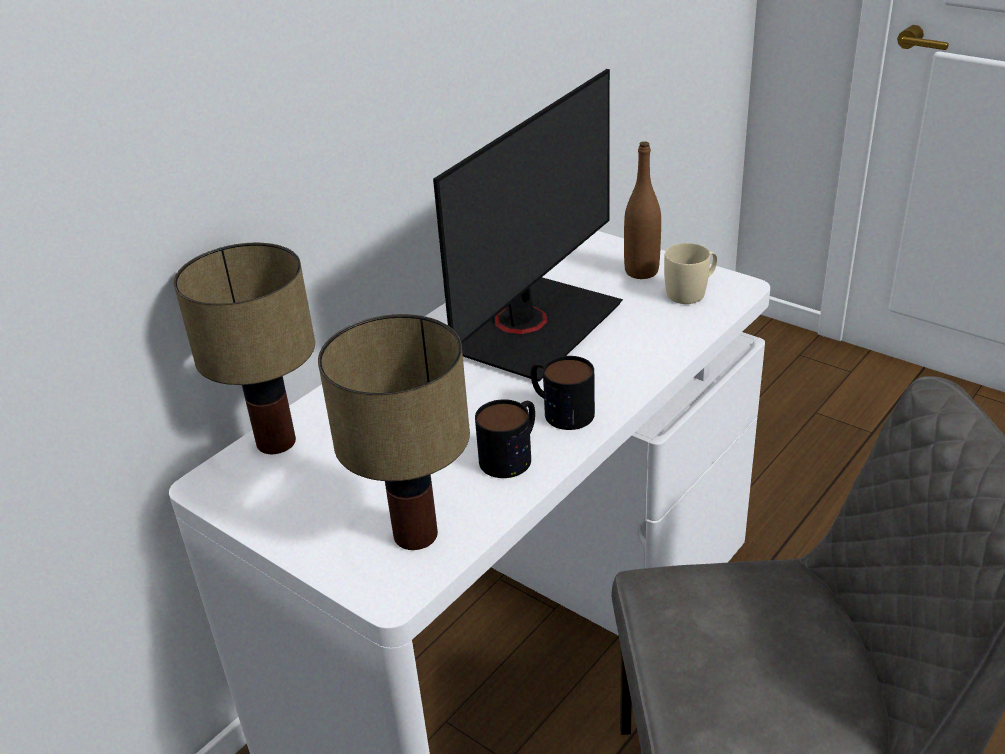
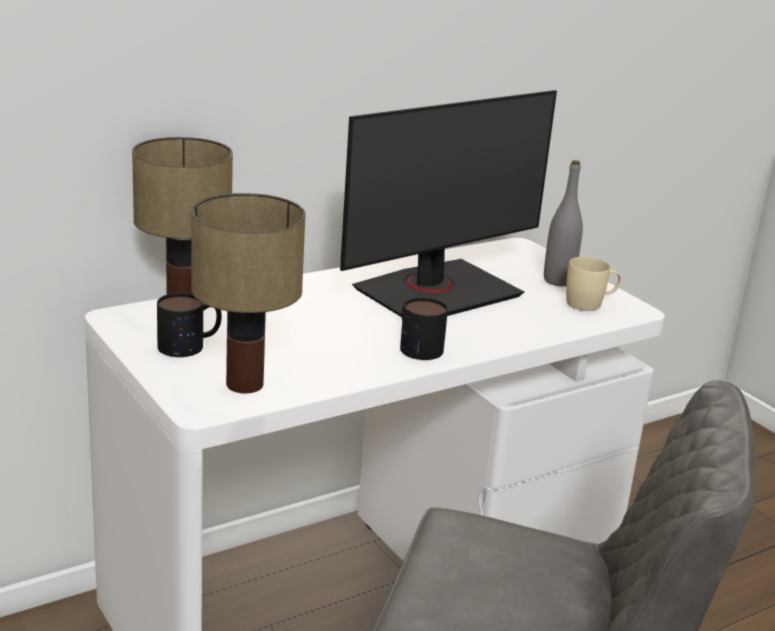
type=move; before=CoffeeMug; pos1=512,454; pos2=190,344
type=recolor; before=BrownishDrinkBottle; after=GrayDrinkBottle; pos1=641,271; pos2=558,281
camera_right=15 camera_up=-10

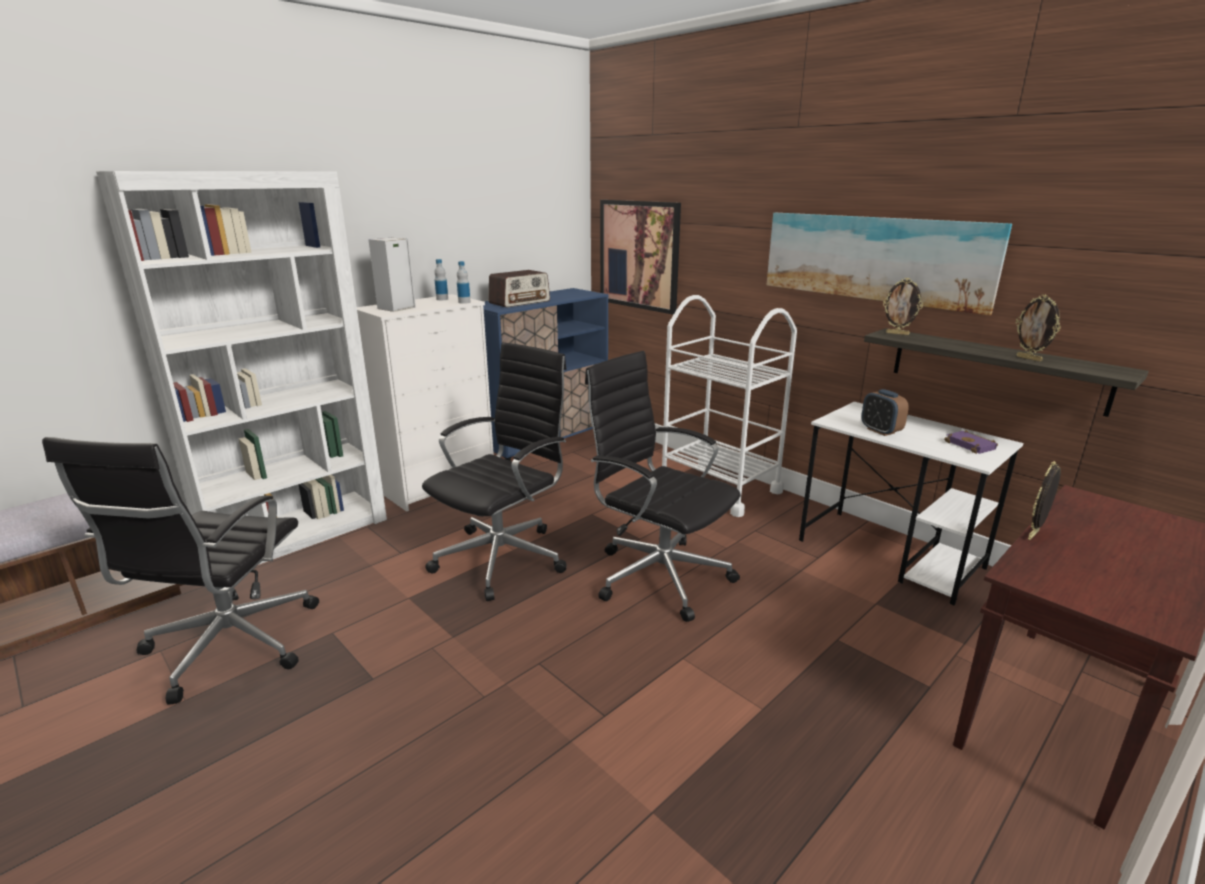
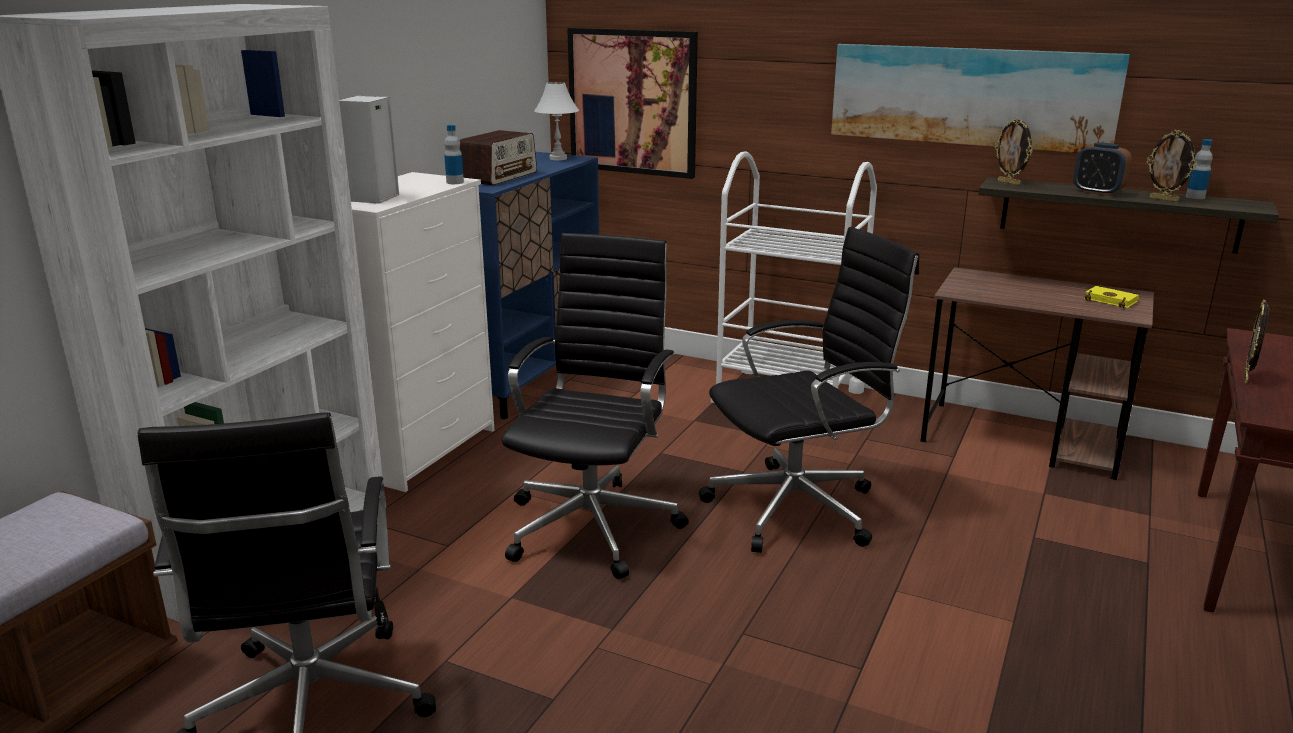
type=move; before=DrinkBottle; pos1=442,299; pos2=1195,197
type=rotate; before=BlackishDeskChair; pos1=658,575; pos2=798,508; turn=135
type=recolor; before=WhitishDesk; after=BrownishDesk; pos1=890,554; pos2=1023,439
type=move; before=BedsideClock; pos1=880,431; pos2=1097,192
type=rotate; before=StandingFrame; pos1=897,333; pos2=1009,182; turn=45
type=recolor; before=PurpleColouredBook; after=YellowColouredBook; pos1=972,446; pos2=1112,301
type=insert; after=WhitishLampForATable; pos2=558,158
camera_right=-20 camera_up=0

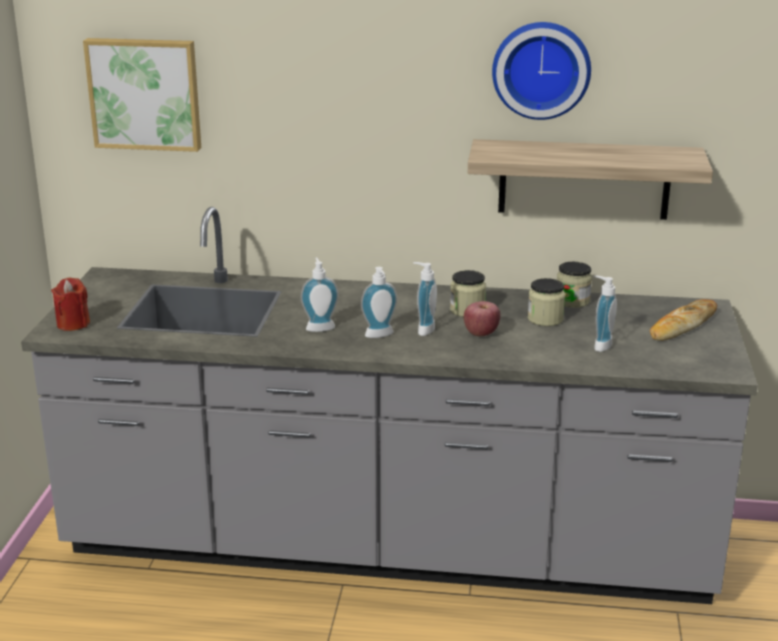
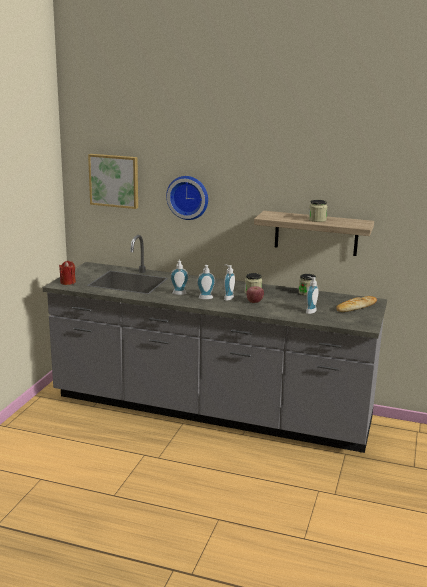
type=move; before=WallClock; pos1=541,69; pos2=188,197
type=move; before=PreserveJar; pos1=545,319; pos2=317,220
camera_right=10 camera_up=-5

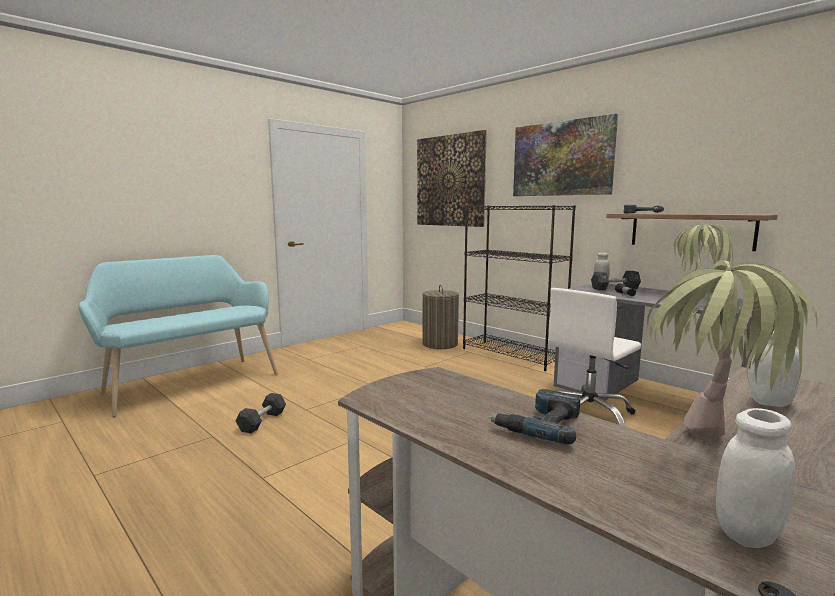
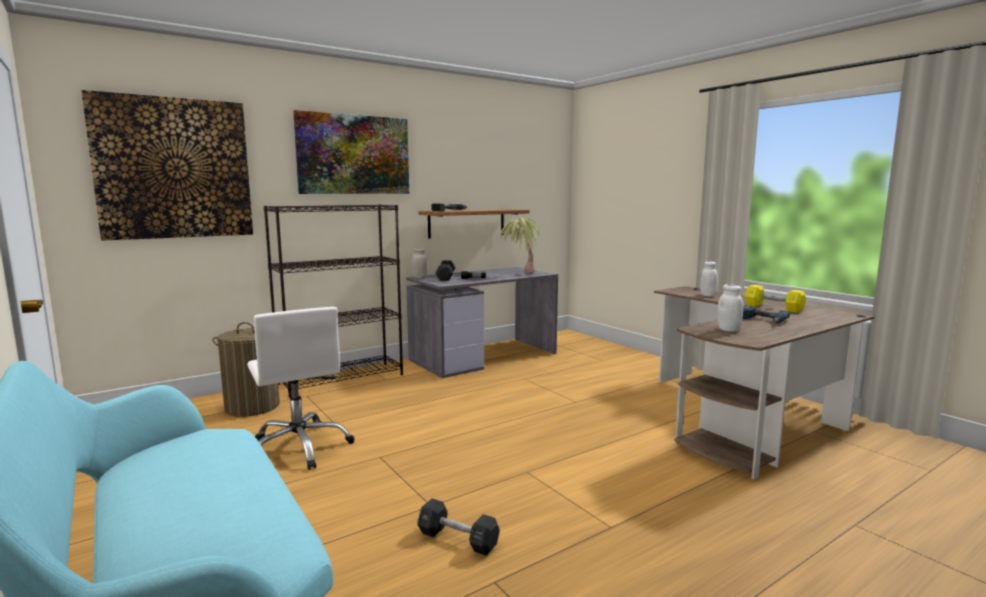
type=move; before=WhitishDeskChair; pos1=588,415; pos2=299,447
type=replace; before=Houseplant; after=YellowColouredDumbbell; pos1=709,454; pos2=773,308
type=move; before=WhitishPreserveJar; pos1=747,534; pos2=728,330
camera_right=-80 camera_up=0

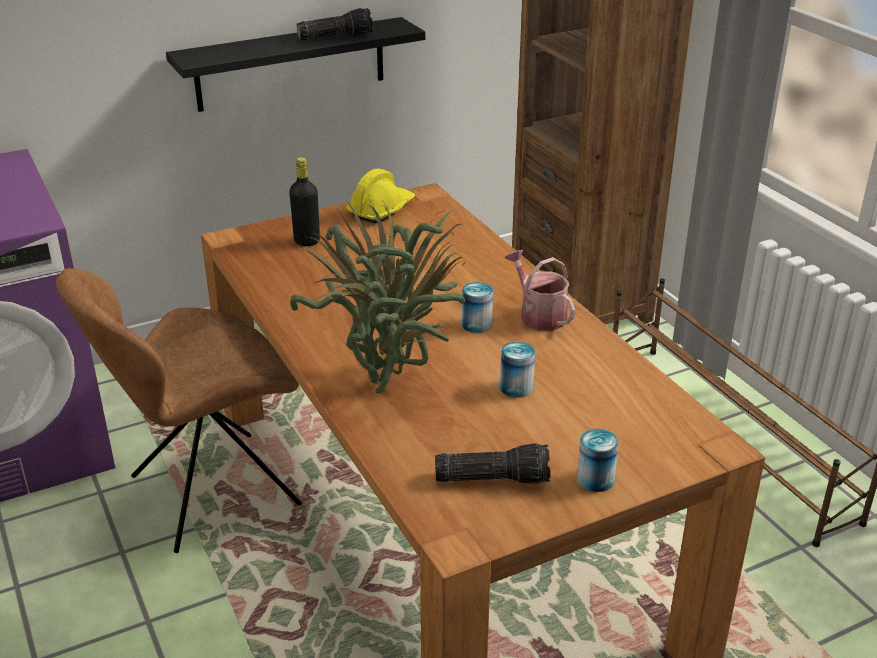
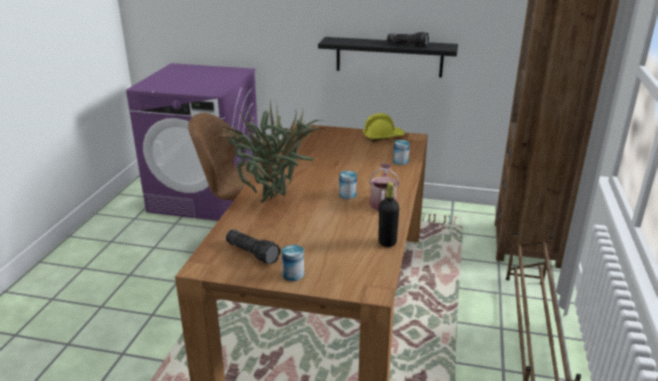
type=move; before=BlackishDrinkBottle; pos1=307,241; pos2=387,242
type=move; before=MetalCan; pos1=516,387; pos2=400,161
camera_right=40 camera_up=-5

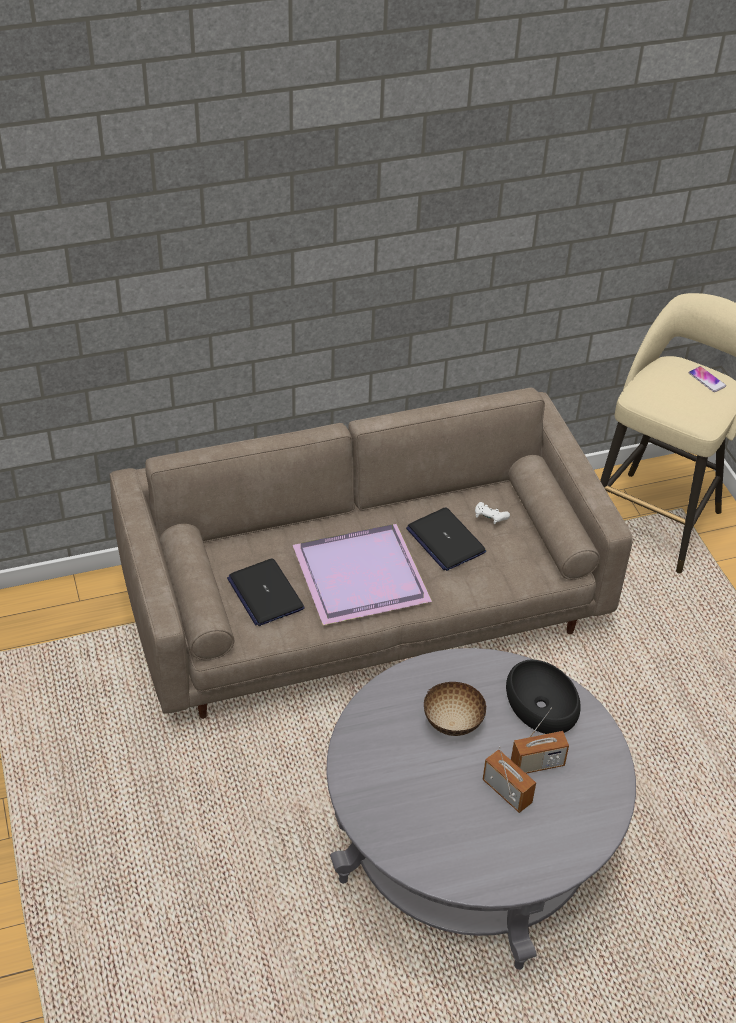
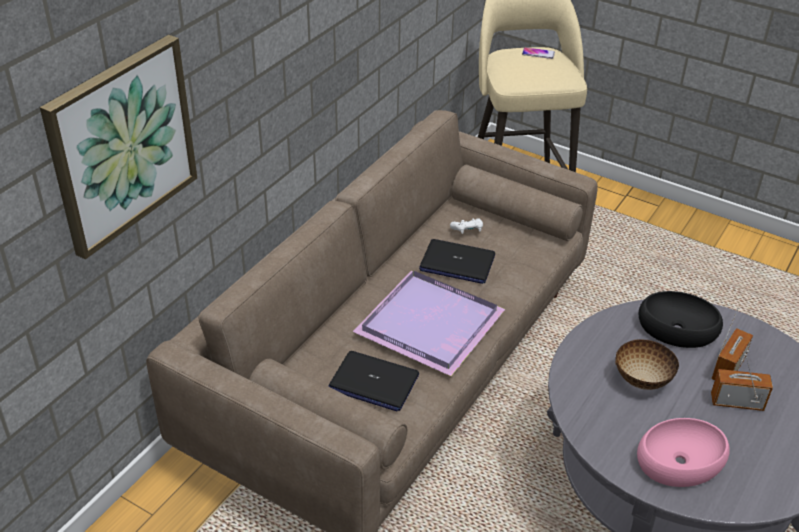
type=insert; after=Picture; pos2=122,144
type=insert; after=PinkColouredDeepDish; pos2=680,462
camera_right=-40 camera_up=-5

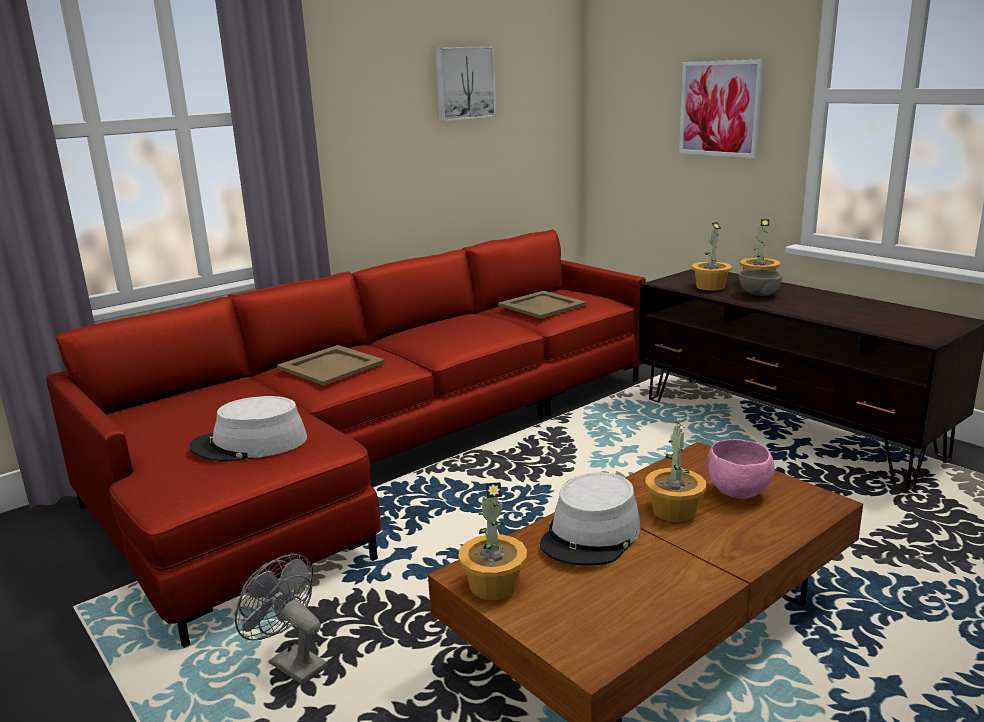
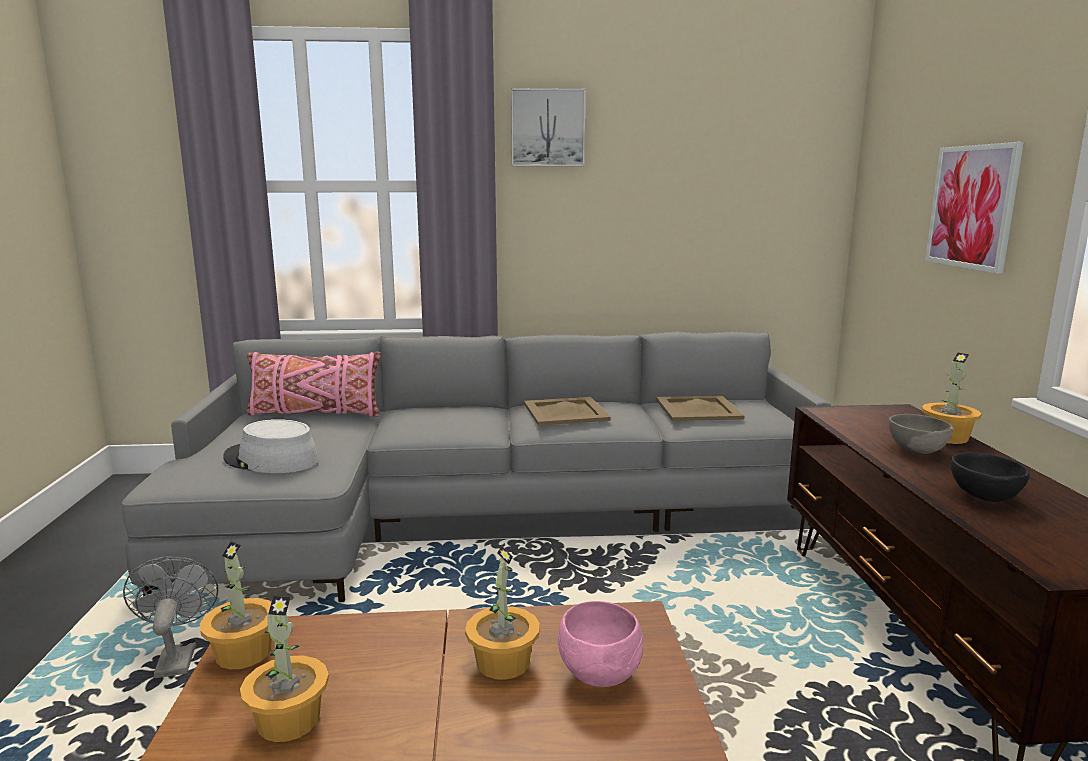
type=recolor; before=RedColouredCouch; after=GrayCouch; pos1=383,453; pos2=480,514
type=move; before=BeigeColouredTray; pos1=331,365; pos2=566,411
type=move; before=Picture; pos1=463,83; pos2=547,128
type=delete; before=GrayClothingHat; pos1=591,535
type=move; before=Houseplant; pos1=710,286; pos2=289,719
type=insert; after=PinkColouredCushion; pos2=315,413
type=insert; after=BlackishDeepDish; pos2=984,497
camera_right=35 camera_up=-5

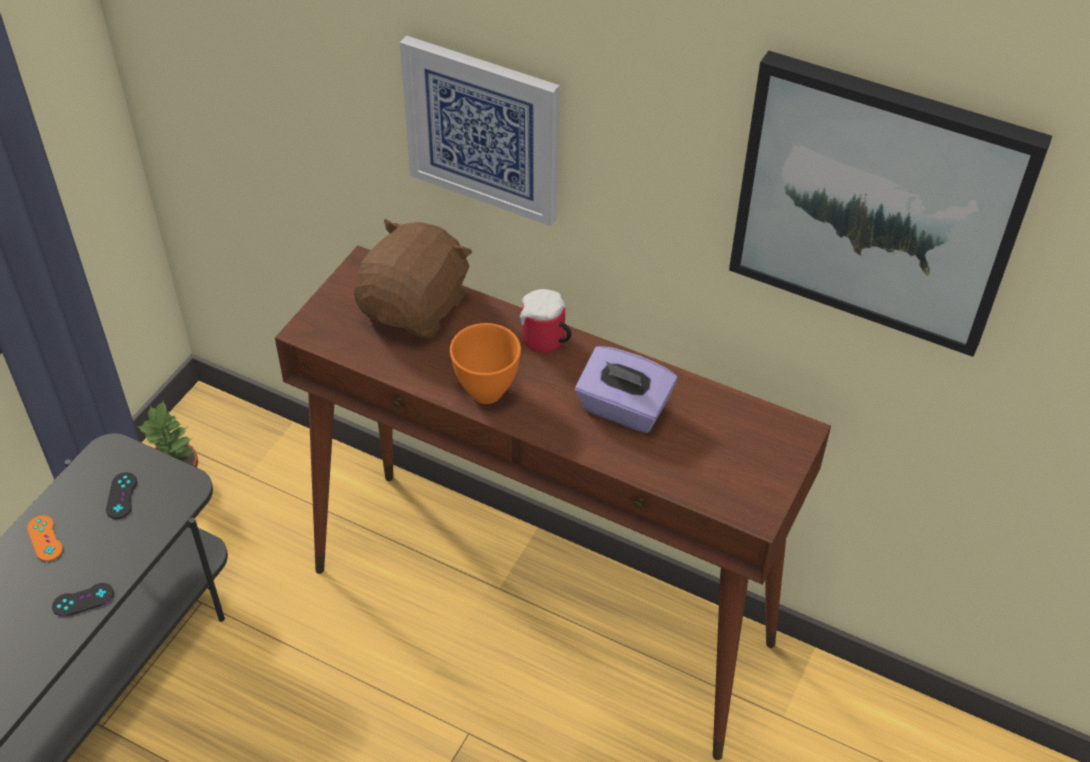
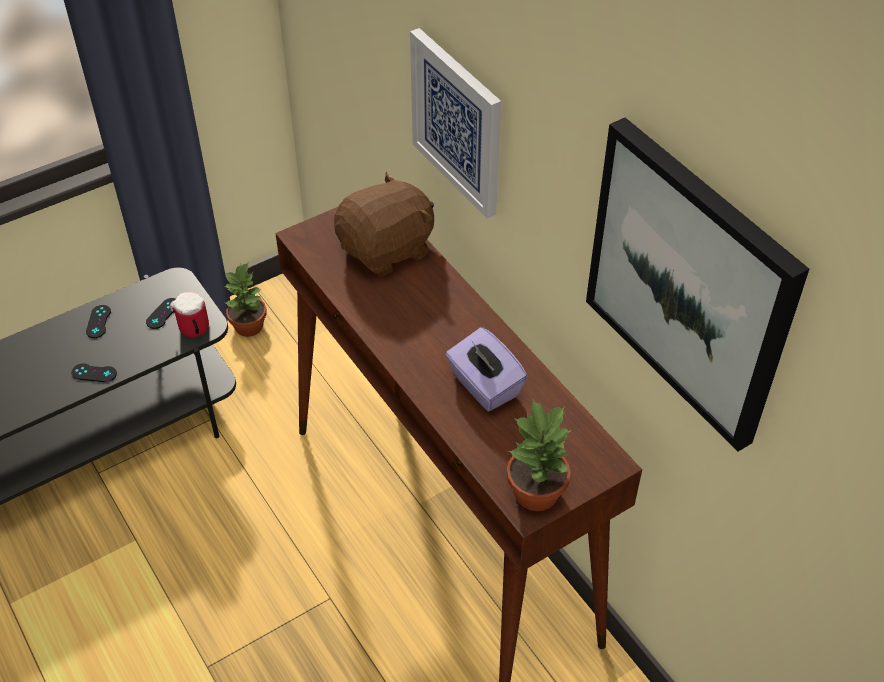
type=recolor; before=OrangeyJoypad; after=BlackishJoypad; pos1=45,538; pos2=98,321
type=delete; before=OrangeyDeepDish; pos1=487,391
type=move; before=CoffeeMug; pos1=546,343; pos2=194,330
type=insert; after=Houseplant; pos2=537,491
camera_right=30 camera_up=0

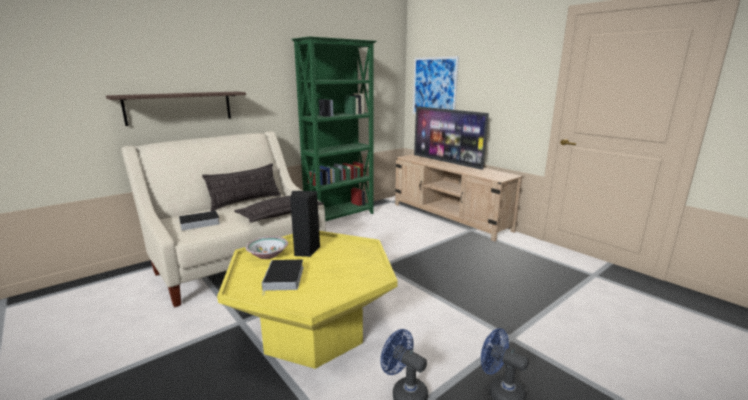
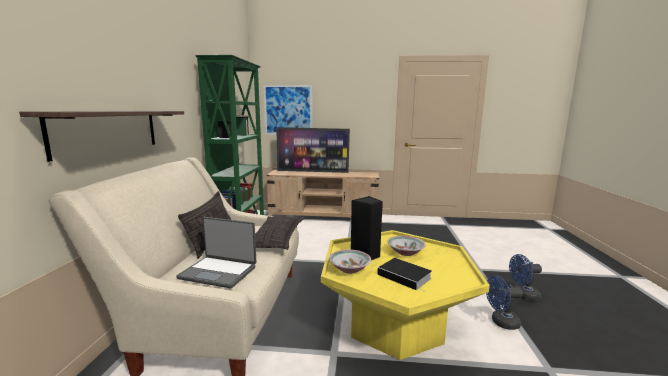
type=replace; before=Book; after=Laptop; pos1=198,223; pos2=219,272
type=insert; after=DeepDish; pos2=405,252
camera_right=-45 camera_up=-5

